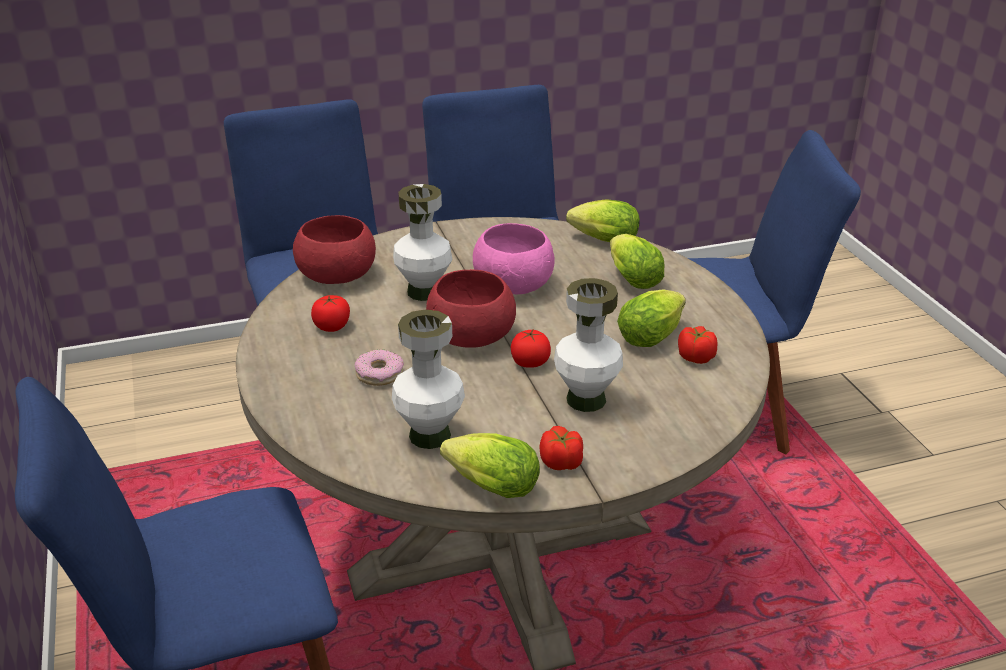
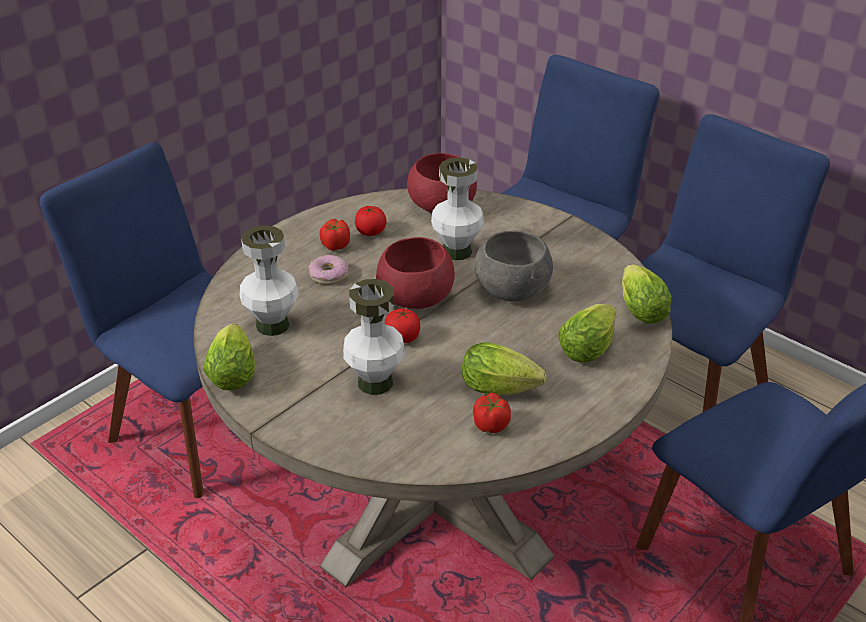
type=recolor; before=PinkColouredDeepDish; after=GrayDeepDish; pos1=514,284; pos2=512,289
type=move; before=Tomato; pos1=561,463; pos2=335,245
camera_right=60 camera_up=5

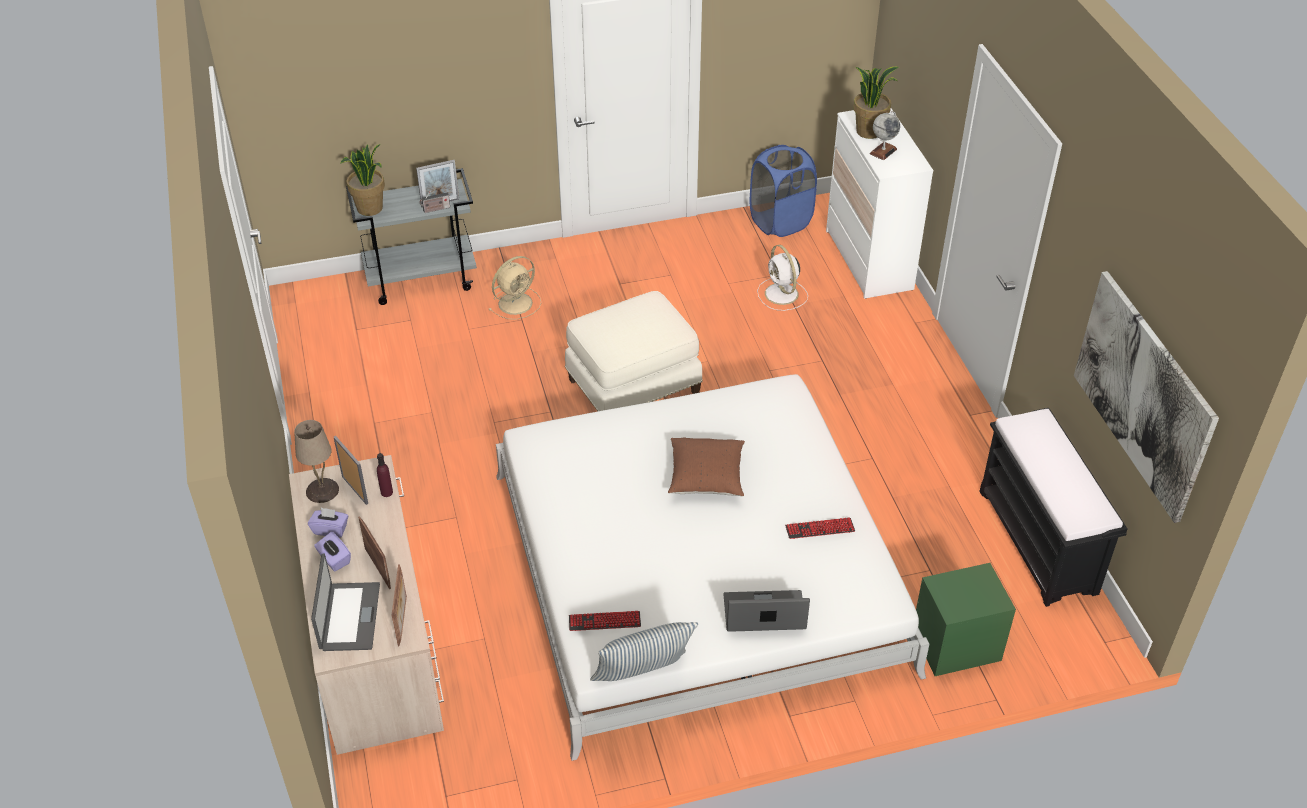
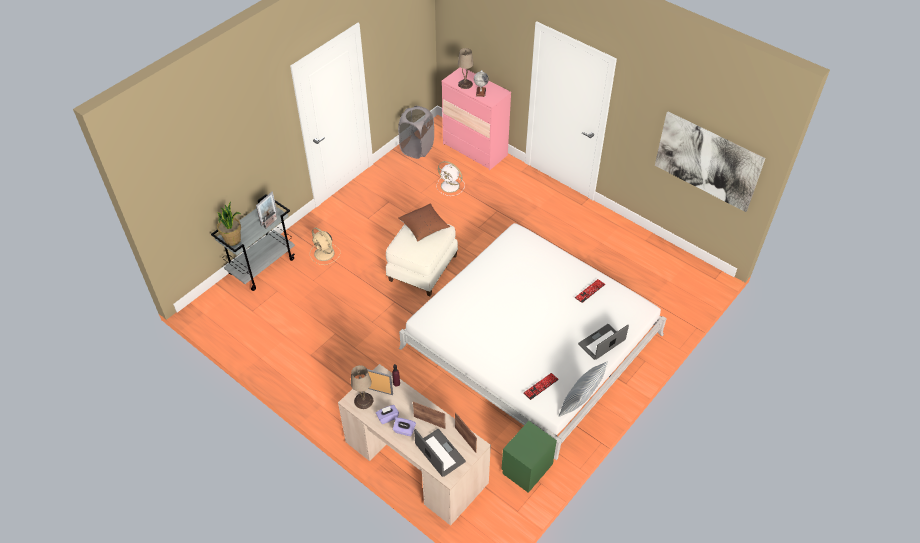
type=rotate; before=BeigeColouredFan; pos1=516,303; pos2=325,254; turn=120
type=move; before=BrownishCushion; pos1=706,477; pos2=424,228
type=recolor; before=BlueHamper; after=GrayHamper; pos1=780,222; pos2=417,149
type=recolor; before=WhitishDrawerChest; after=PinkColouredDrawerChest; pos1=868,260; pos2=475,150
type=replace; before=Houseplant; after=BeigeColouredLampForATable; pos1=869,131; pos2=465,84
type=move; before=GreenishBedsideTable; pos1=955,644; pos2=526,468
type=delete; before=BlackishLongSeat; pos1=1039,542
camera_right=-35 camera_up=5

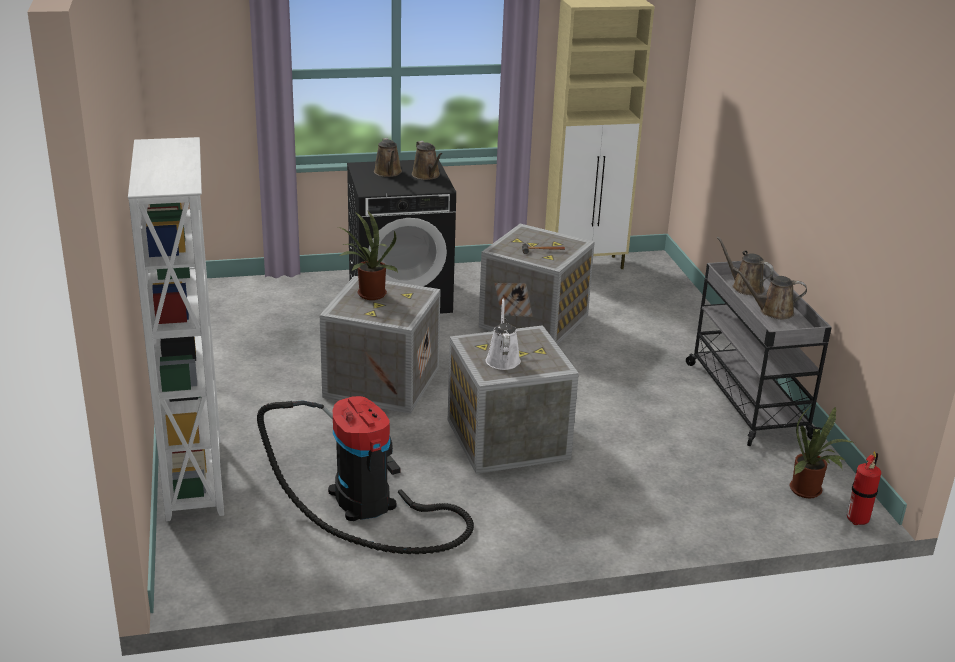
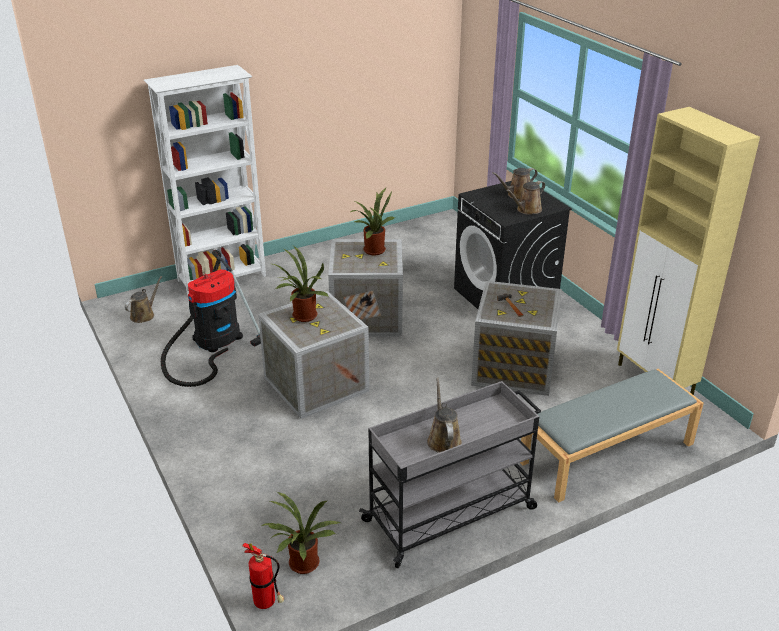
type=replace; before=WhitishWateringPot; after=Houseplant; pos1=502,359; pos2=302,317
type=move; before=BrownishWateringPot; pos1=745,287; pos2=144,315
type=insert; after=GrayLongSeat; pos2=606,453
camera_right=75 camera_up=5

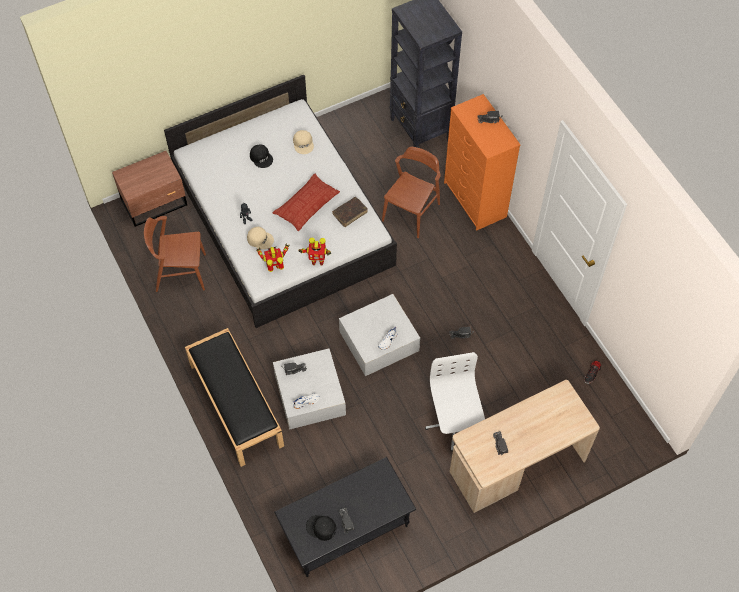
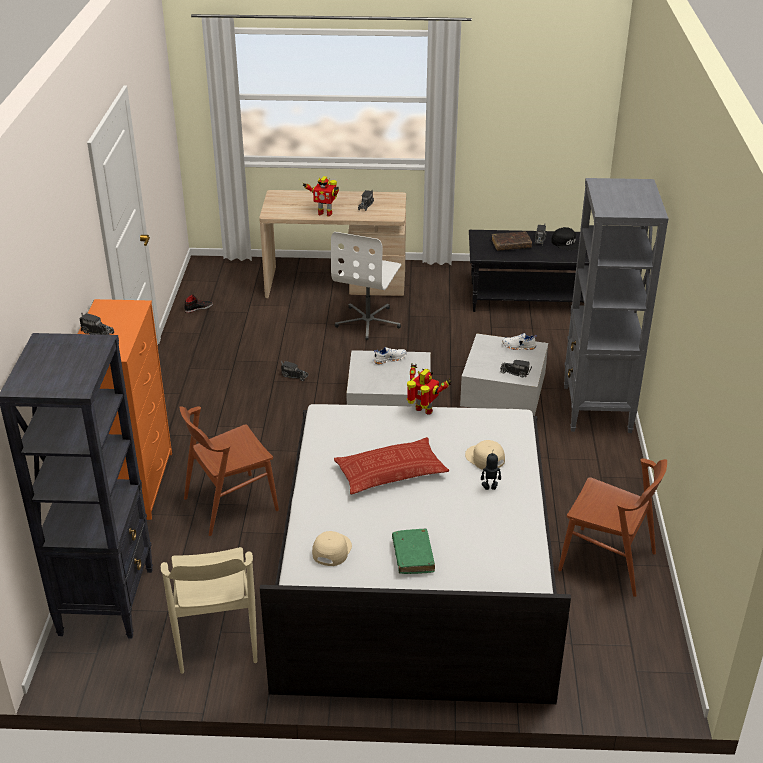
type=delete; before=BrownishBedsideTable; pos1=155,203
type=replace; before=BlackishLongSeat; after=GrayBookshelf; pos1=235,404; pos2=596,409
type=replace; before=BlackishBaseballCap; after=GreenishBook; pos1=261,157; pos2=413,556
type=move; before=RobotFigure; pos1=275,267; pos2=324,213
type=move; before=BrownishBook; pos1=350,213; pos2=511,245
type=insert; after=BeigeColouredUprightChair; pos2=216,635
camera_right=-150 camera_up=-25

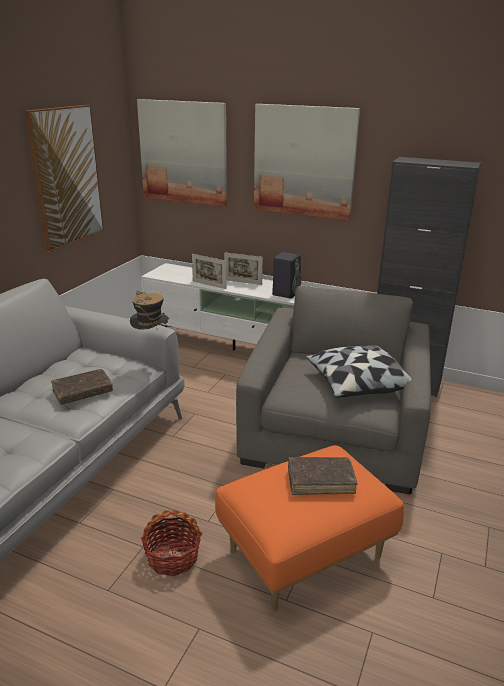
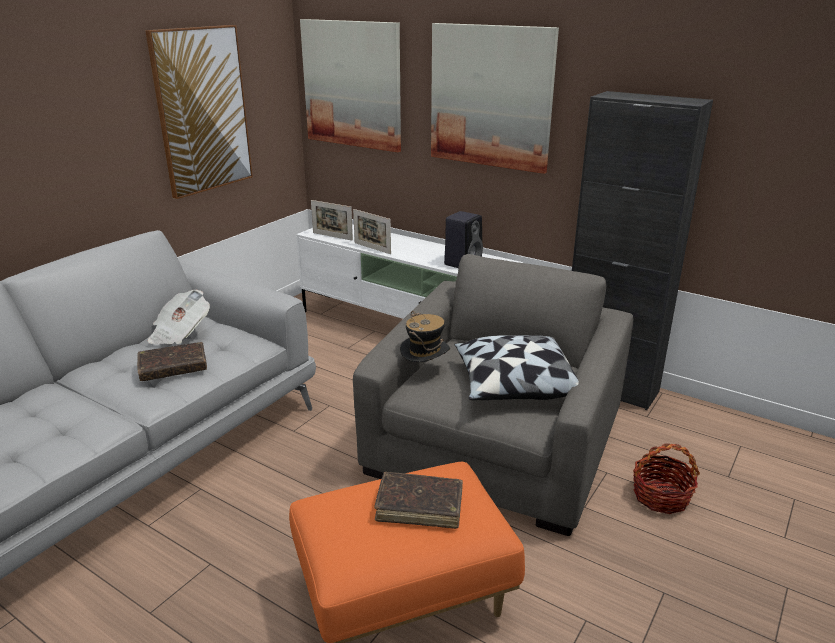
type=move; before=ClothingHat; pos1=151,339; pos2=425,372
type=move; before=StorageBasket; pos1=172,557; pos2=660,496
type=move; before=StandingFrame; pos1=243,282; pos2=332,236
type=insert; after=DailyPaper; pos2=180,333
camera_right=10 camera_up=0

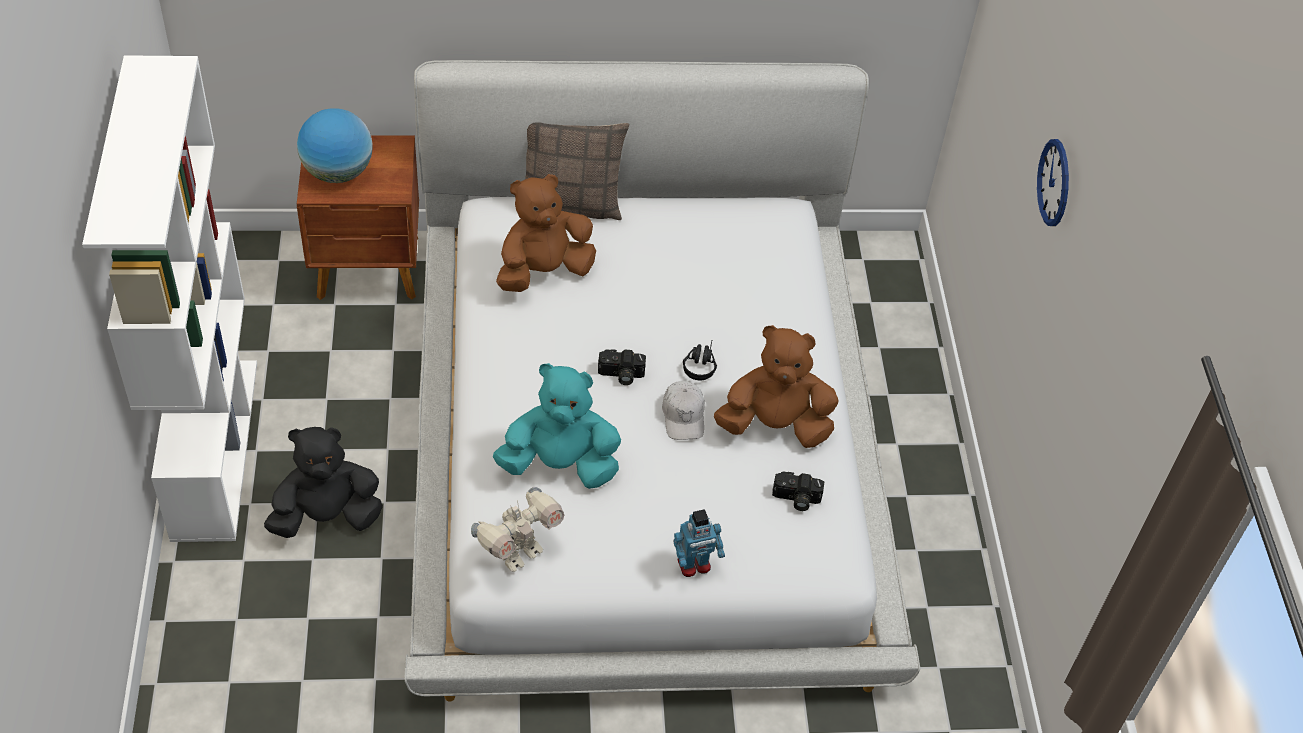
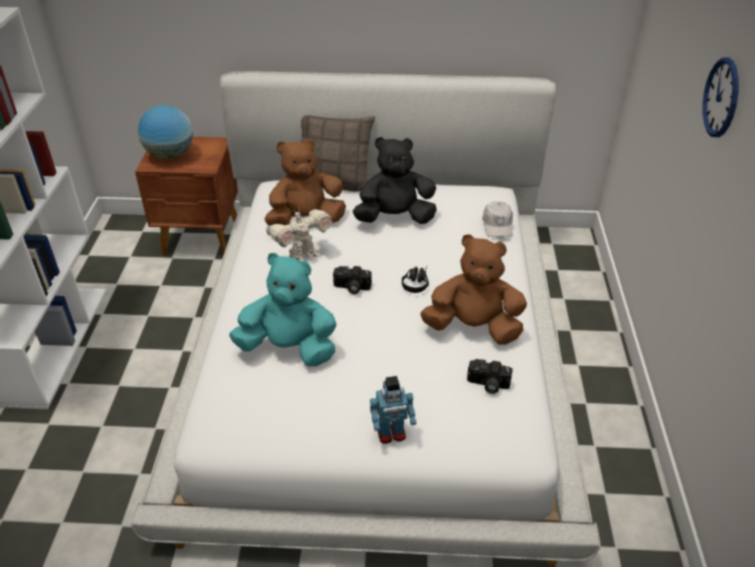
type=move; before=BlackishPlushToy; pos1=327,516; pos2=395,218
type=move; before=RobotFigure; pos1=518,553; pos2=302,256
type=move; before=WhitishBaseballCap; pos1=683,416; pos2=497,225
camera_right=10 camera_up=-10

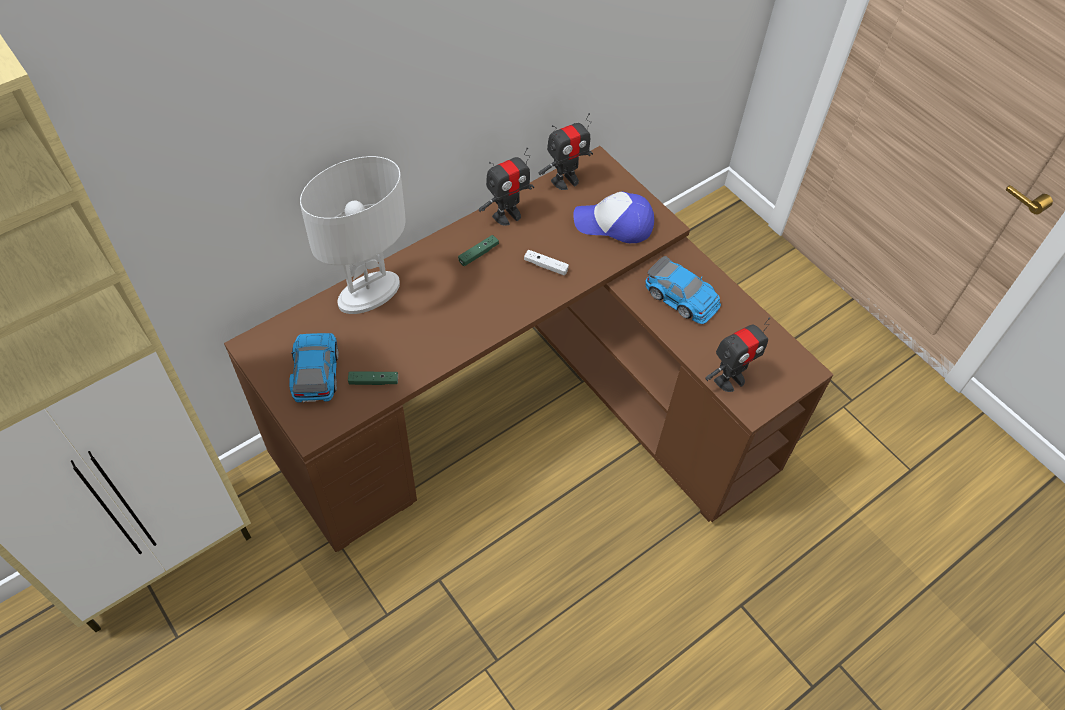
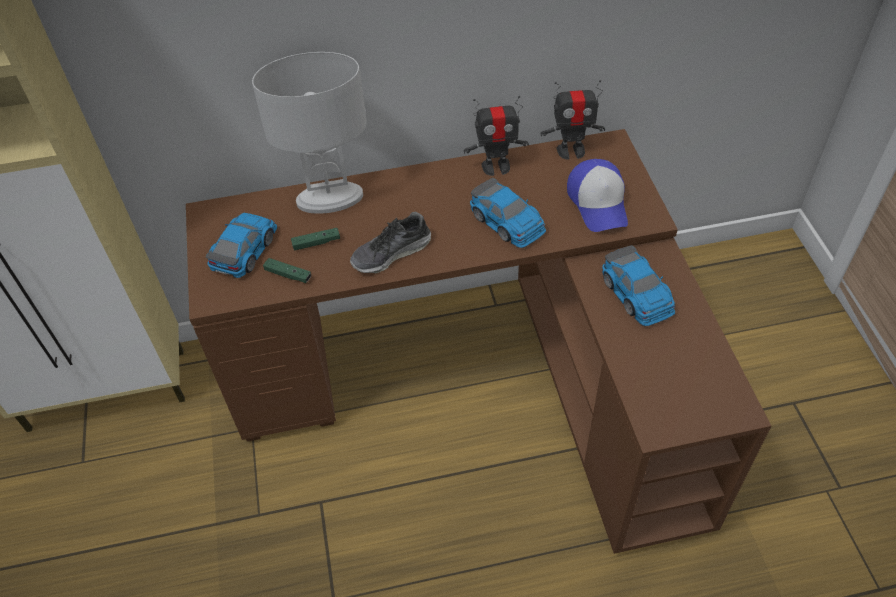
type=move; before=GreenishJoypad; pos1=478,254; pos2=316,243
type=replace; before=WhitishJoypad; after=MiniatureCar; pos1=546,266; pos2=507,222
type=rotate; before=BaseballCap; pos1=614,224; pos2=598,203; turn=-135
type=delete; before=RobotFigure; pos1=729,379
type=insert; after=Shoe; pos2=391,253
camera_right=30 camera_up=-5

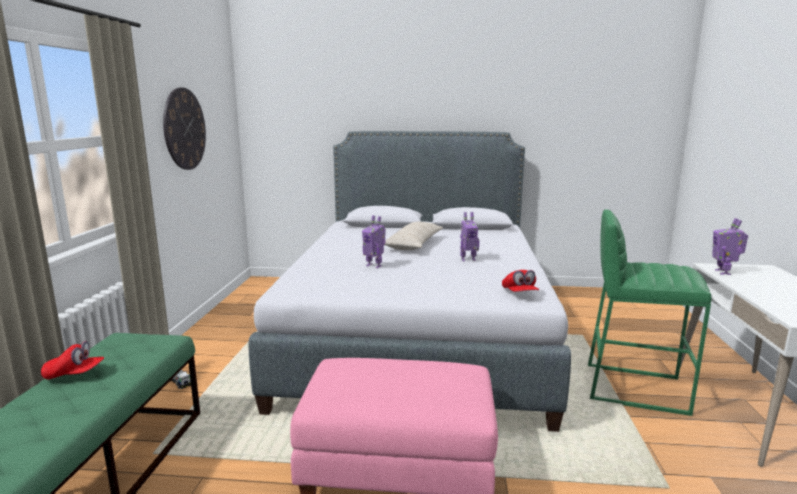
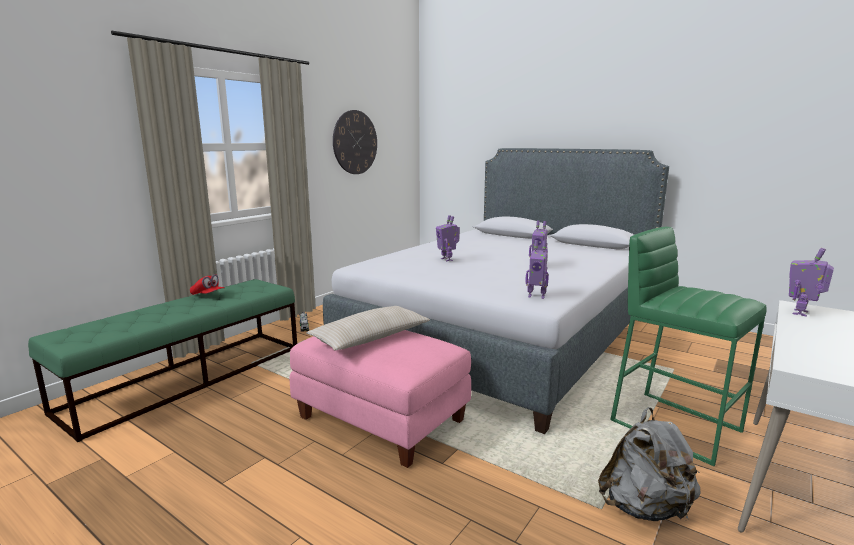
type=move; before=BeigeColouredCushion; pos1=413,244; pos2=370,338
type=replace; before=RedColouredBaseballCap; after=RobotFigure; pos1=519,293; pos2=536,296
type=insert; after=GrayKnapsack; pos2=645,508
camera_right=30 camera_up=0

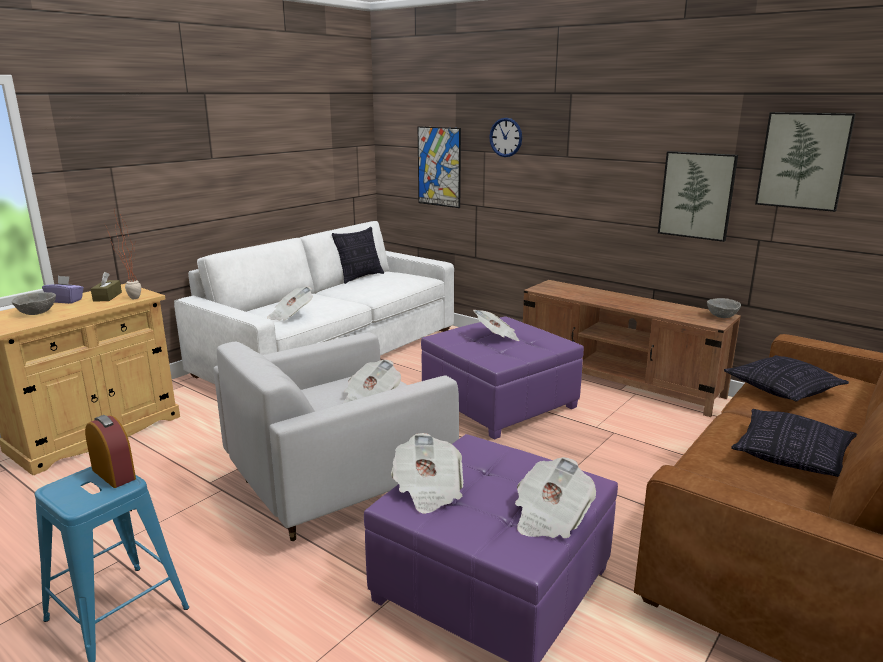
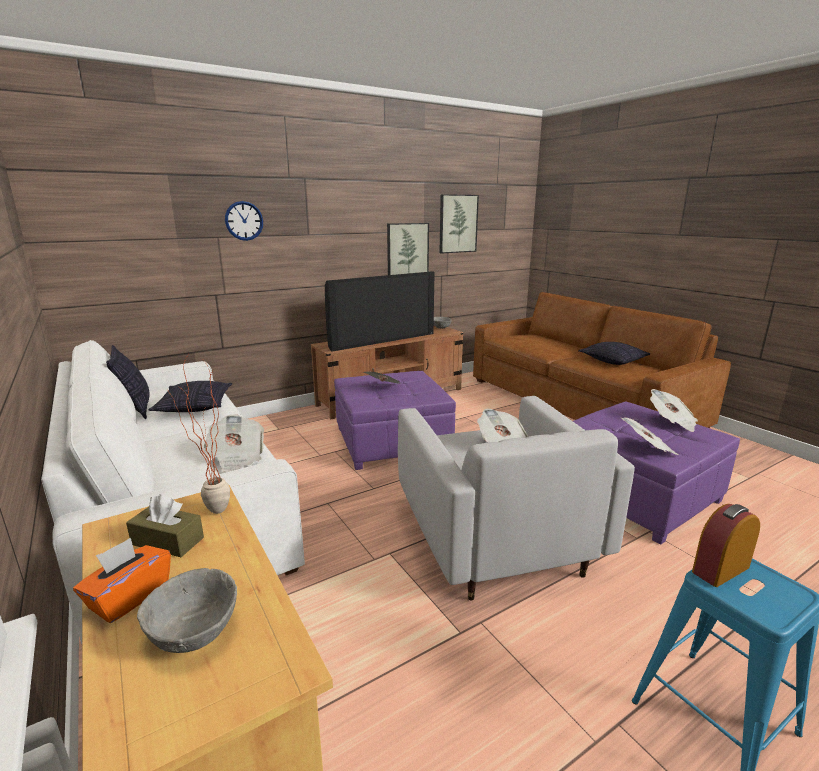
type=recolor; before=PurpleColouredBoxOfTissues; after=OrangeyBoxOfTissues; pos1=66,301; pos2=129,597
type=delete; before=Picture; pos1=439,167
type=move; before=Cushion; pos1=782,390; pos2=195,407
type=insert; after=Tv; pos2=382,340
camera_right=-70 camera_up=0

